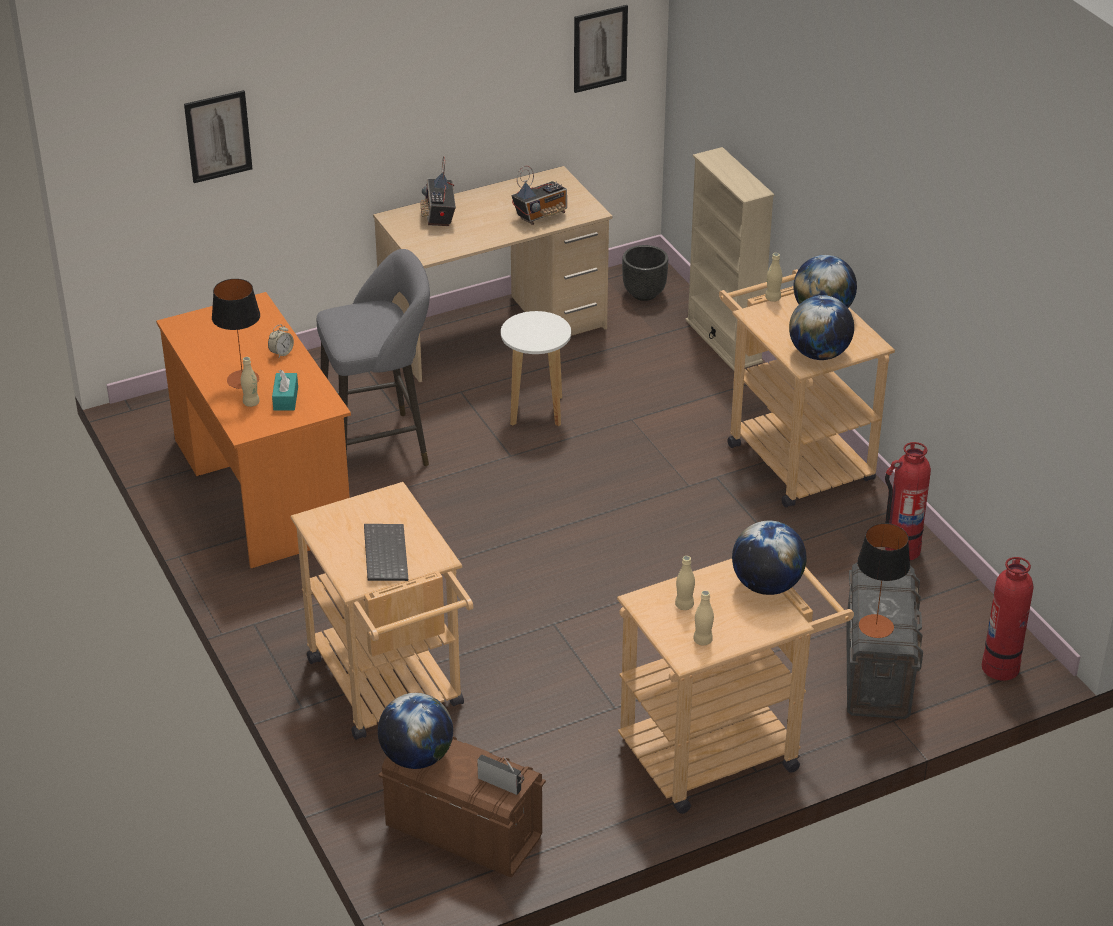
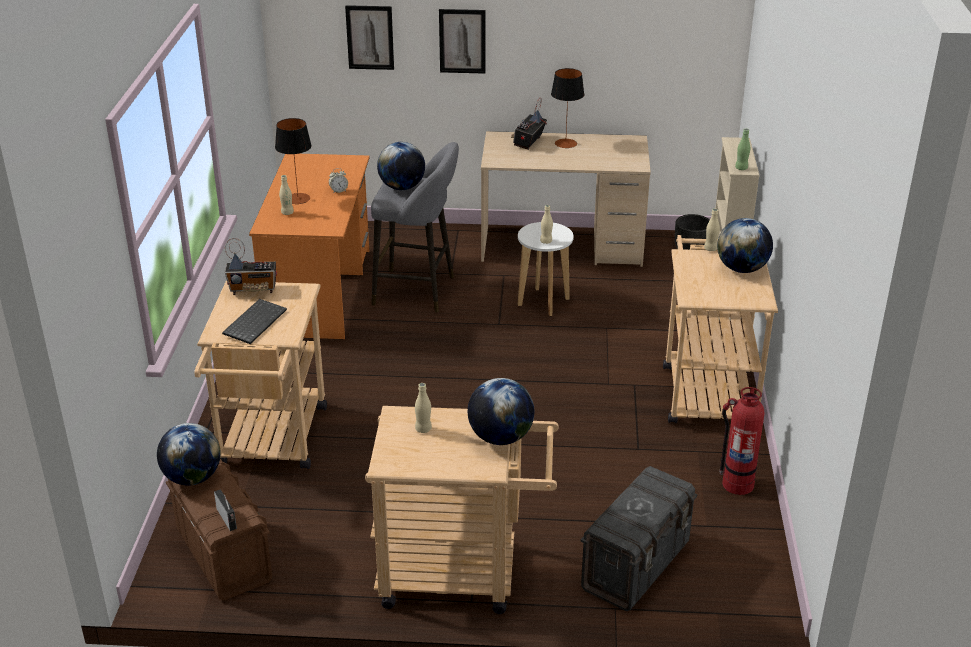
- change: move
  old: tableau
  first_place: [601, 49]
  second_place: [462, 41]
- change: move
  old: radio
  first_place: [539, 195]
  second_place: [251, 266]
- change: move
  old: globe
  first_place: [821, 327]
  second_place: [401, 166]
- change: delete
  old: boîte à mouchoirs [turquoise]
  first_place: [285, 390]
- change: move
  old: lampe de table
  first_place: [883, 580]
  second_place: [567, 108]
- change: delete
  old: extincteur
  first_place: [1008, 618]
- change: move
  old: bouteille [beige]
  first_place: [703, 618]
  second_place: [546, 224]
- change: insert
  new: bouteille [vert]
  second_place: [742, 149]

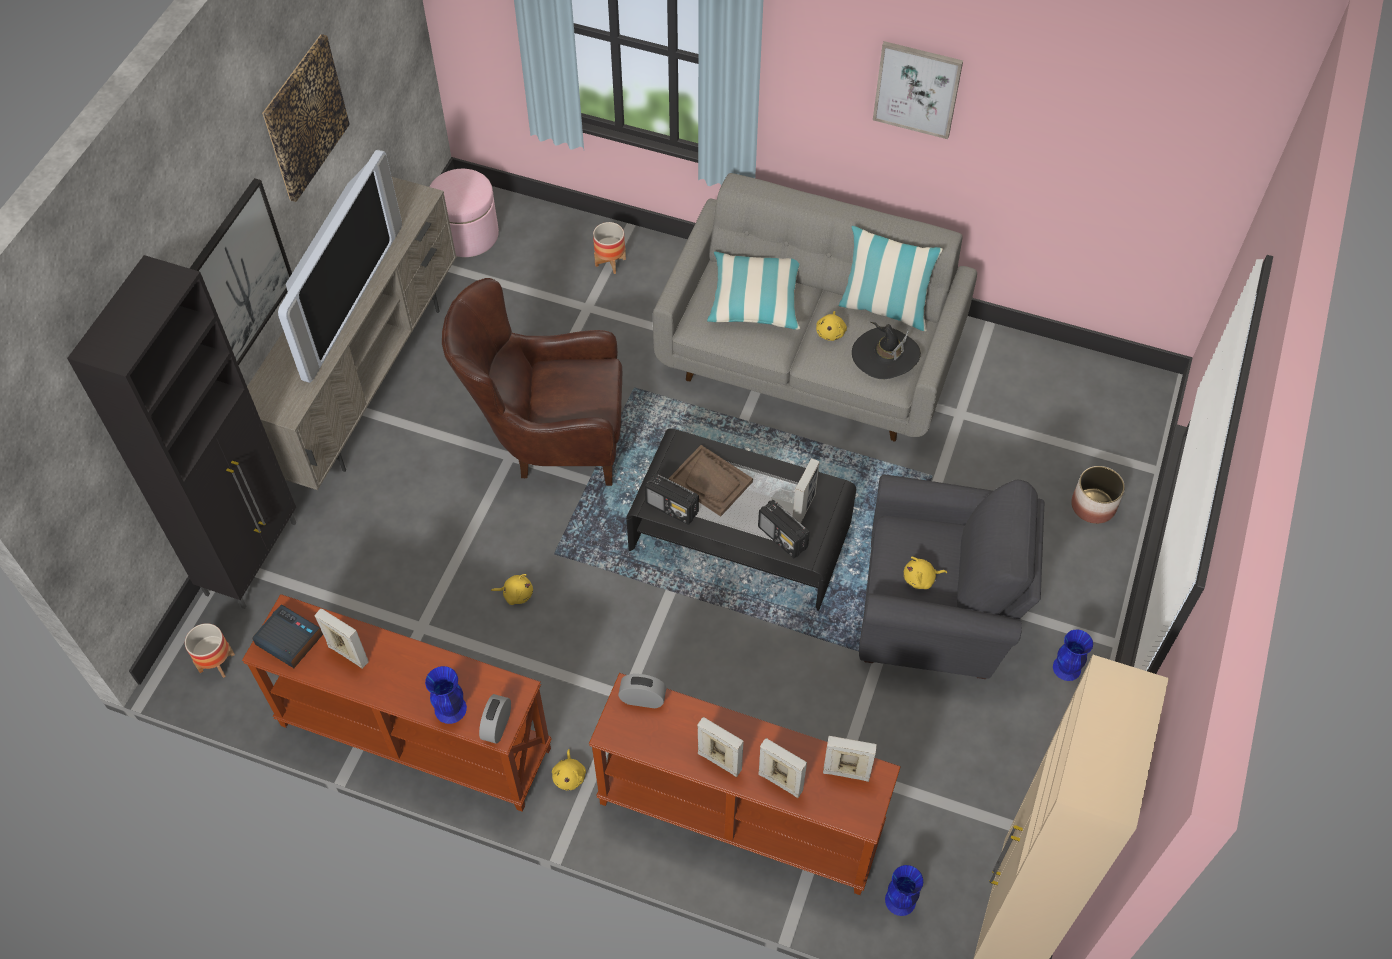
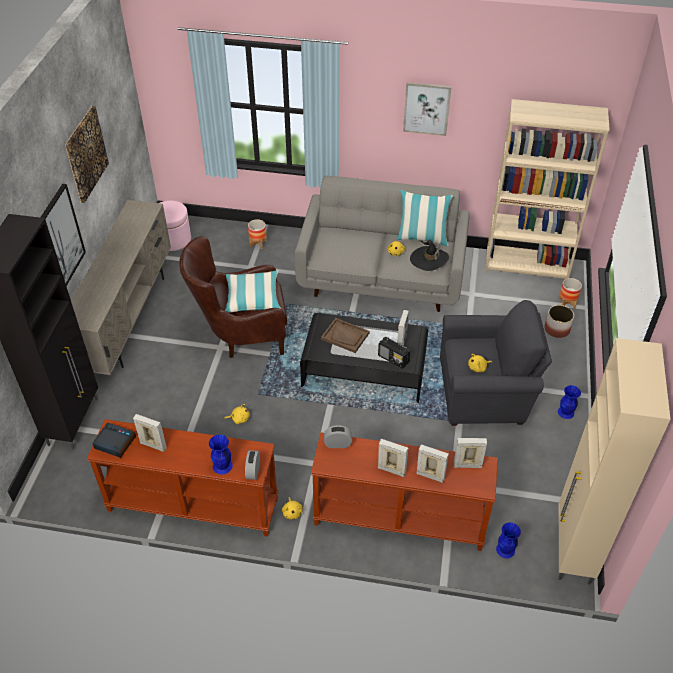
- change: delete
  old: téléviseur
  first_place: [340, 266]
- change: move
  old: coussin
  first_place: [753, 290]
  second_place: [253, 291]
- change: delete
  old: radio
  first_place: [672, 499]
- change: move
  old: cache-pot
  first_place: [210, 650]
  second_place: [570, 293]
- change: insert
  new: bibliothèque [beige]
  second_place: [547, 189]

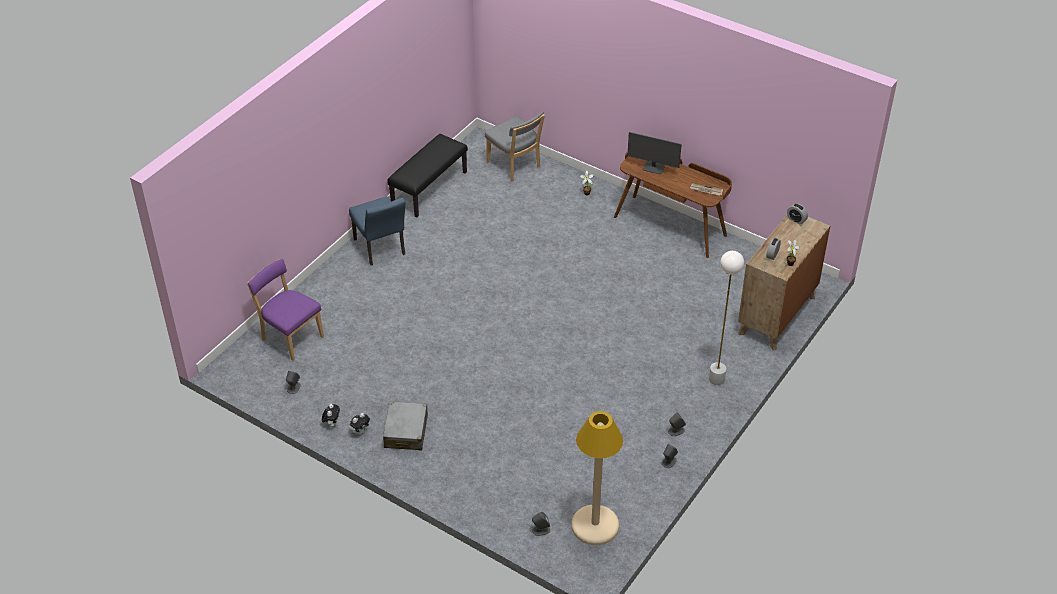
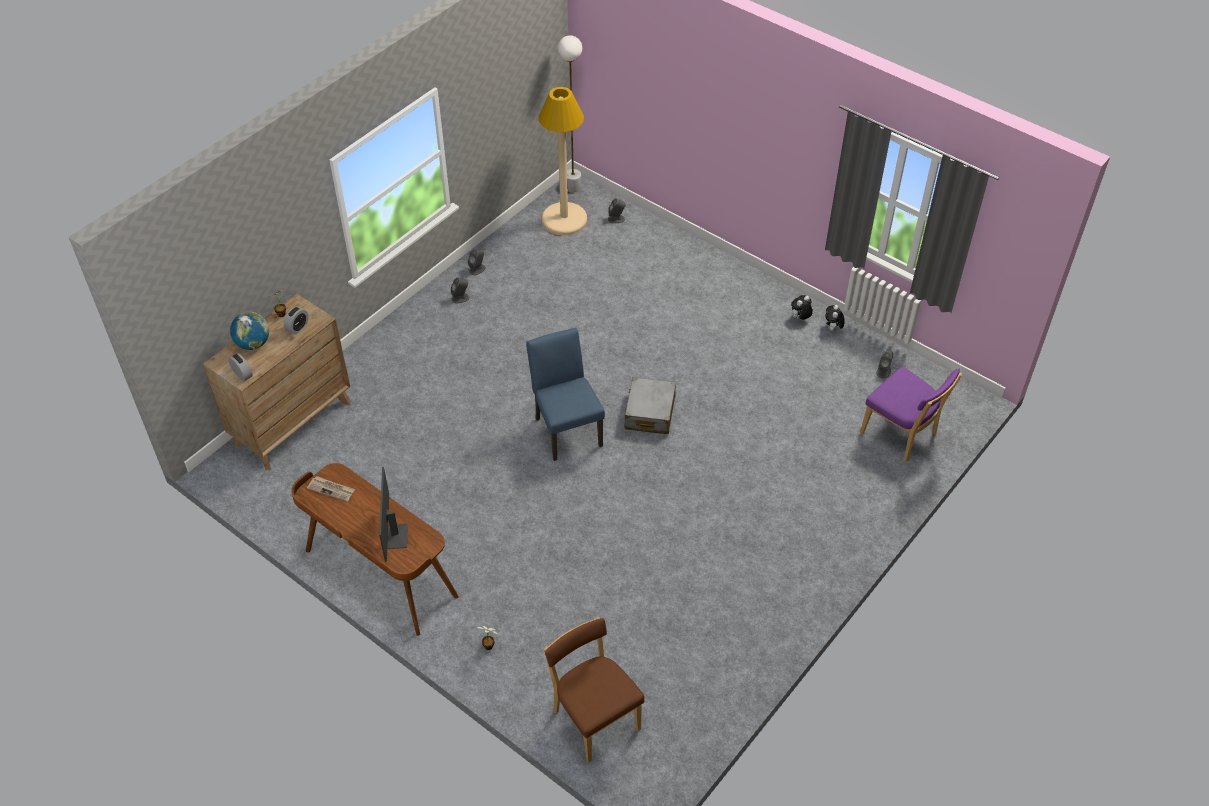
- change: recolor
  old: chaise [gris]
  new: chaise [marron]
  first_place: [515, 146]
  second_place: [594, 689]
- change: rotate
  old: écran d'ordinateur
  first_place: [654, 153]
  second_place: [393, 514]
  degrees: -120
- change: delete
  old: banc [noir]
  first_place: [427, 175]
- change: move
  old: chaise [bleu]
  first_place: [377, 230]
  second_place: [565, 394]
- change: move
  old: lampadaire [blanc]
  first_place: [726, 318]
  second_place: [570, 114]
- change: move
  old: valise [gris]
  first_place: [405, 426]
  second_place: [650, 405]
- change: insert
  new: globe
  second_place: [249, 331]

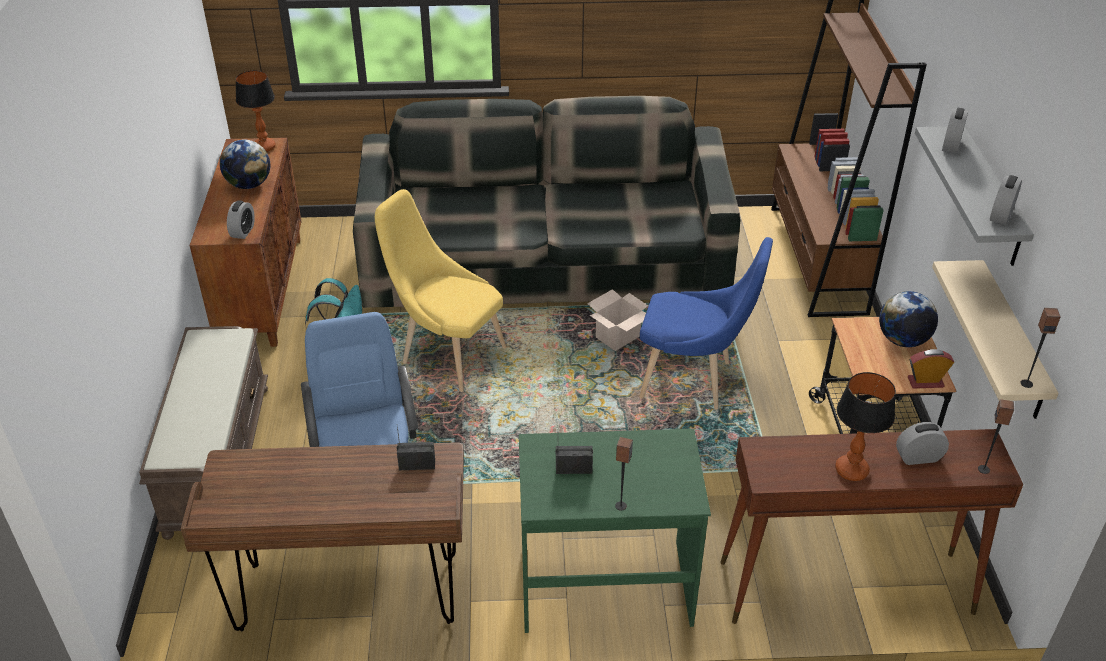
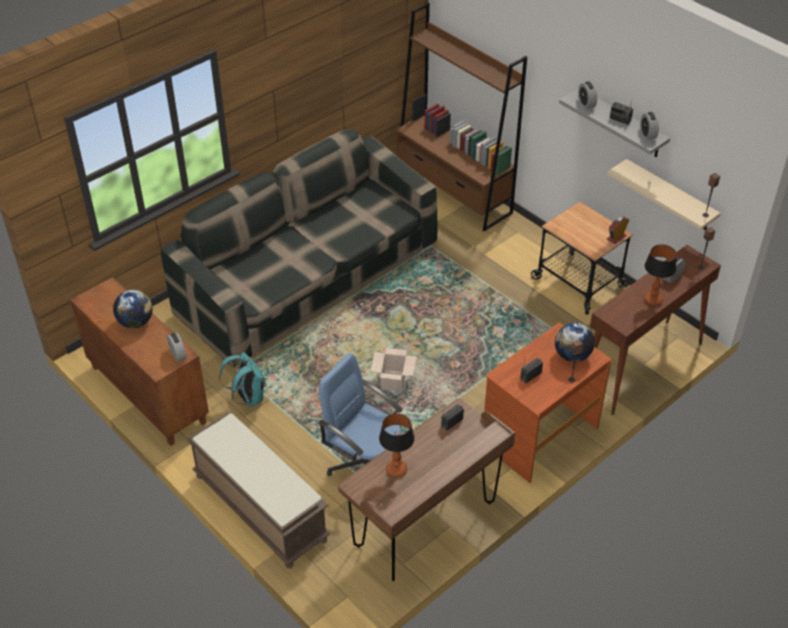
- change: move
  old: lampe de table
  first_place: [255, 111]
  second_place: [397, 445]
- change: delete
  old: chaise [jaune]
  first_place: [440, 290]
- change: delete
  old: chaise [bleu]
  first_place: [706, 323]
- change: move
  old: carton
  first_place: [617, 320]
  second_place: [393, 370]
- change: move
  old: globe
  first_place: [908, 319]
  second_place: [575, 342]
- change: recolor
  old: bureau [vert]
  new: bureau [marron]
  first_place: [615, 531]
  second_place: [548, 402]
- change: insert
  new: radio
  second_place: [621, 112]

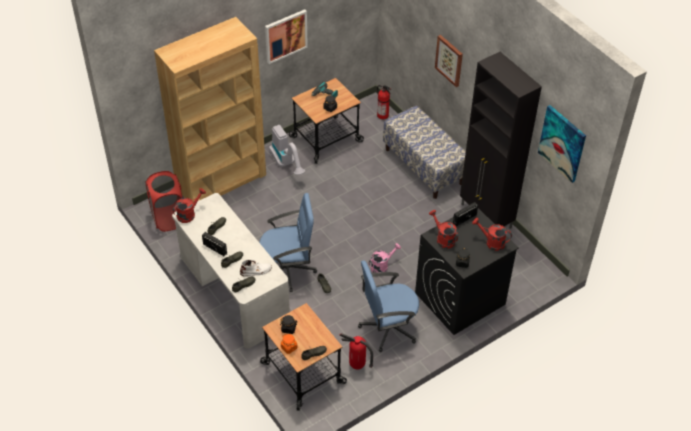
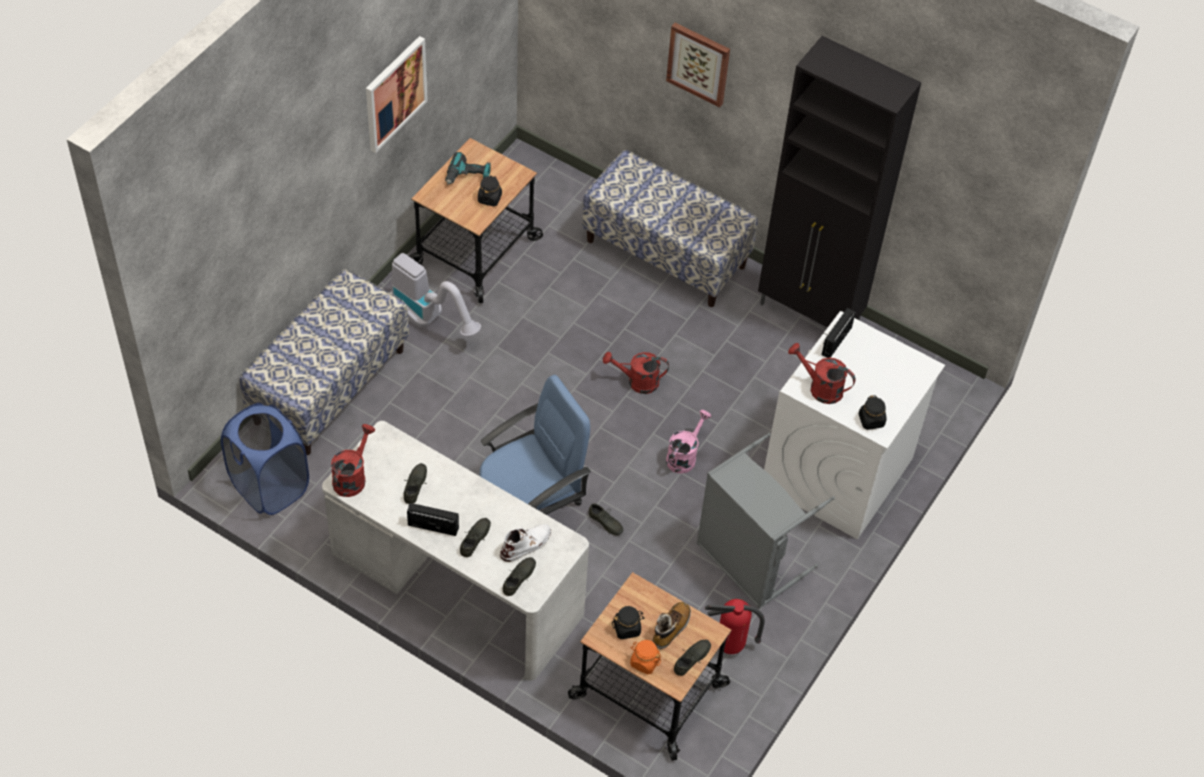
- change: replace
  old: bibliothèque [marron]
  new: banc
  first_place: [210, 109]
  second_place: [324, 362]
- change: delete
  old: extincteur
  first_place: [384, 102]
- change: delete
  old: tableau
  first_place: [562, 144]
- change: recolor
  old: panier à linge [rouge]
  new: panier à linge [bleu]
  first_place: [164, 201]
  second_place: [265, 459]
- change: recolor
  old: lave-linge [noir]
  new: lave-linge [blanc]
  first_place: [467, 271]
  second_place: [854, 425]
- change: move
  old: arrosoir [rouge]
  first_place: [492, 234]
  second_place: [636, 373]
- change: replace
  old: chaise de bureau [bleu]
  new: panier à linge [gris]
  first_place: [388, 306]
  second_place: [766, 521]
- change: insert
  new: botte
  second_place: [671, 625]

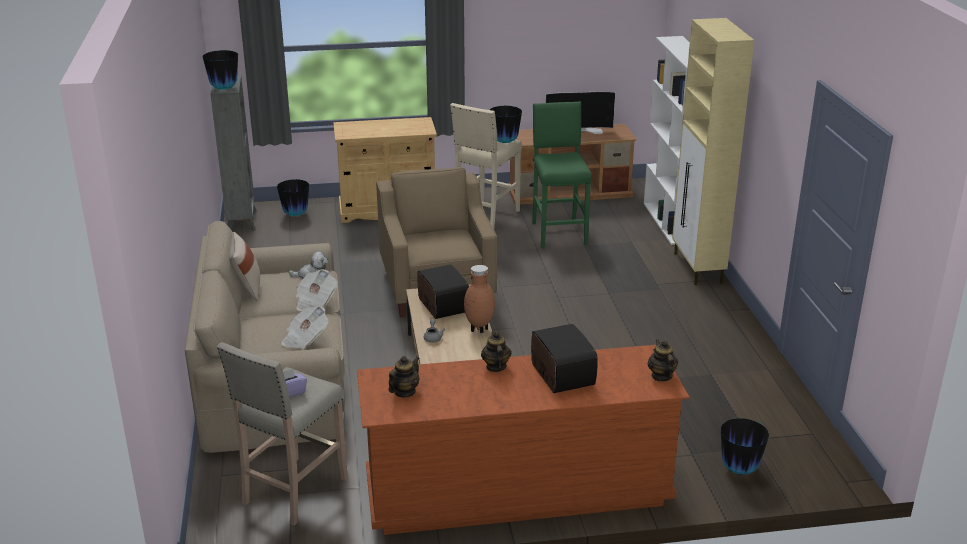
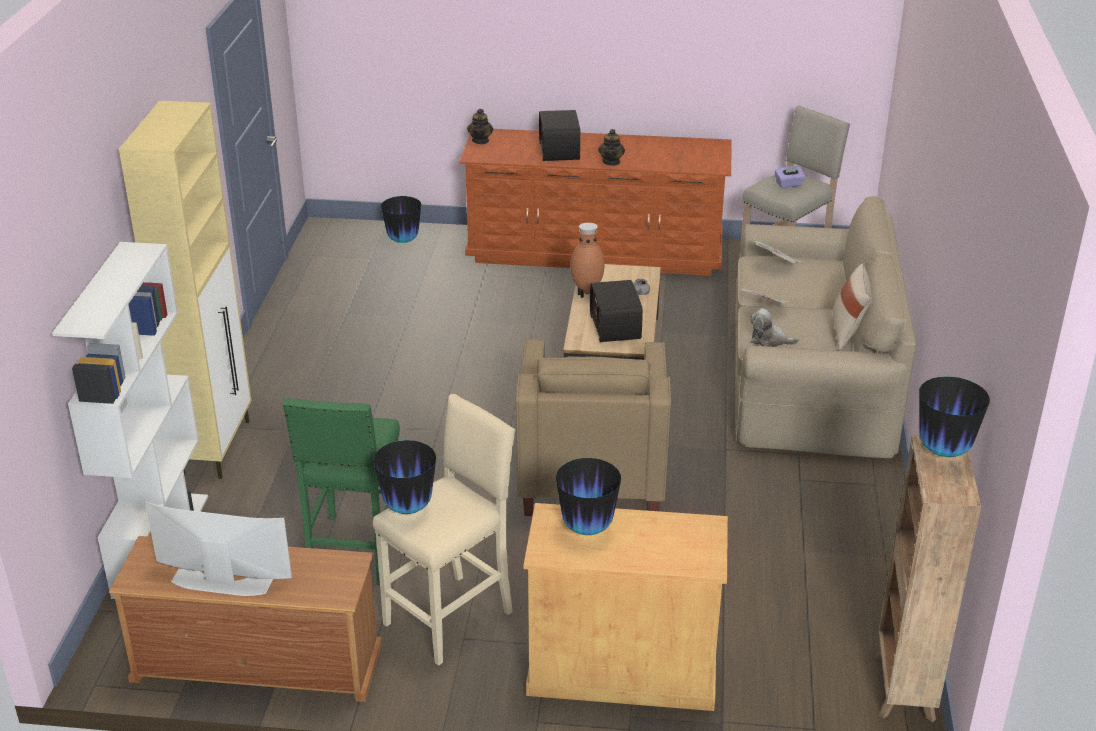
- change: recolor
  old: bibliothèque [gris]
  new: bibliothèque [marron]
  first_place: [234, 153]
  second_place: [927, 578]
- change: move
  old: vase
  first_place: [293, 197]
  second_place: [588, 496]
- change: delete
  old: théière
  first_place: [404, 377]

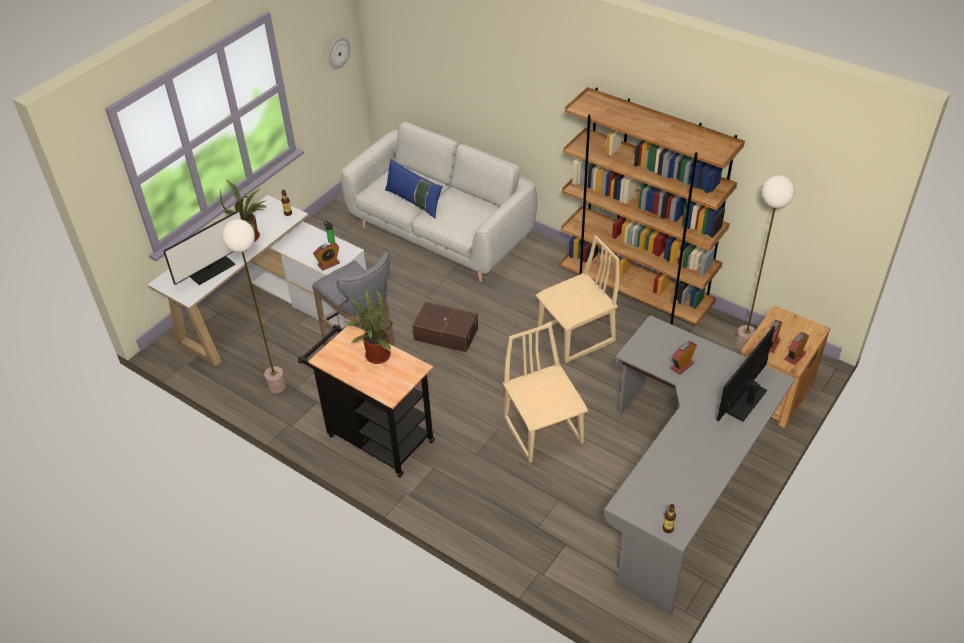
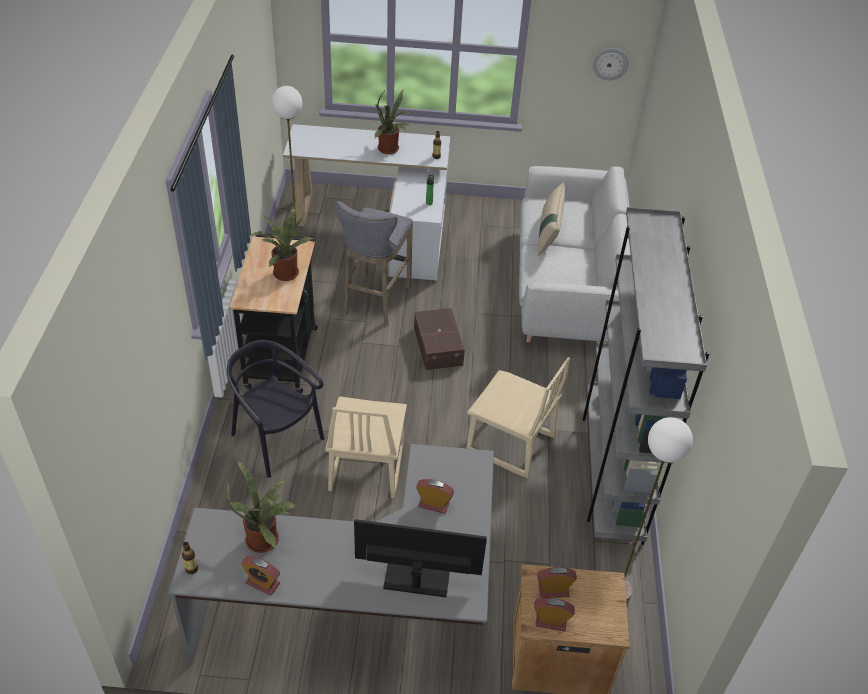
- change: recolor
  old: bibliothèque [marron]
  new: bibliothèque [gris]
  first_place: [652, 206]
  second_place: [646, 376]
- change: recolor
  old: coussin [bleu]
  new: coussin [beige]
  first_place: [414, 188]
  second_place: [551, 219]
- change: delete
  old: écran d'ordinateur
  first_place: [202, 247]
- change: move
  old: réveil
  first_place: [326, 257]
  second_place: [260, 576]
- change: rotate
  old: chaise [beige]
  first_place: [545, 393]
  second_place: [366, 447]
  degrees: 150
- change: insert
  new: chaise [noir]
  second_place: [275, 409]
- change: insert
  new: plante en pot
  second_place: [262, 506]

